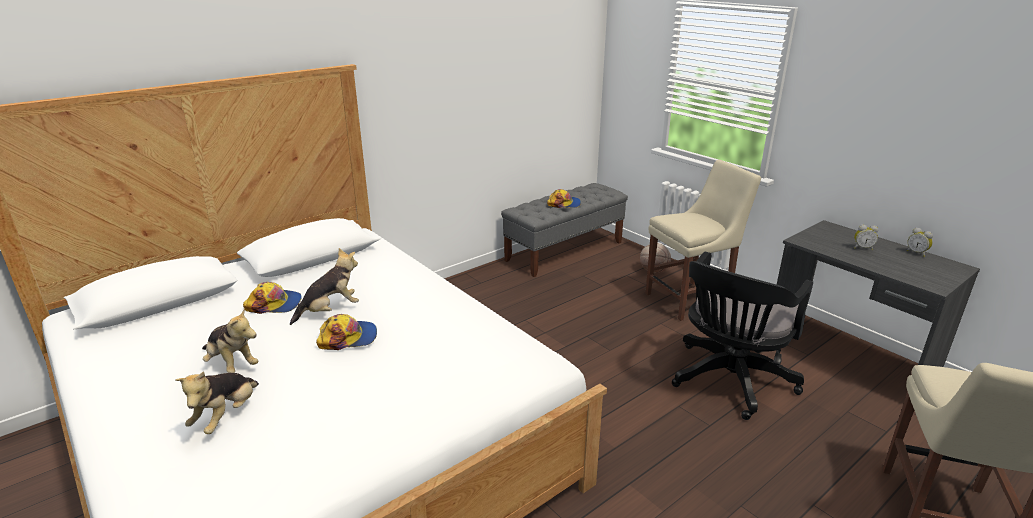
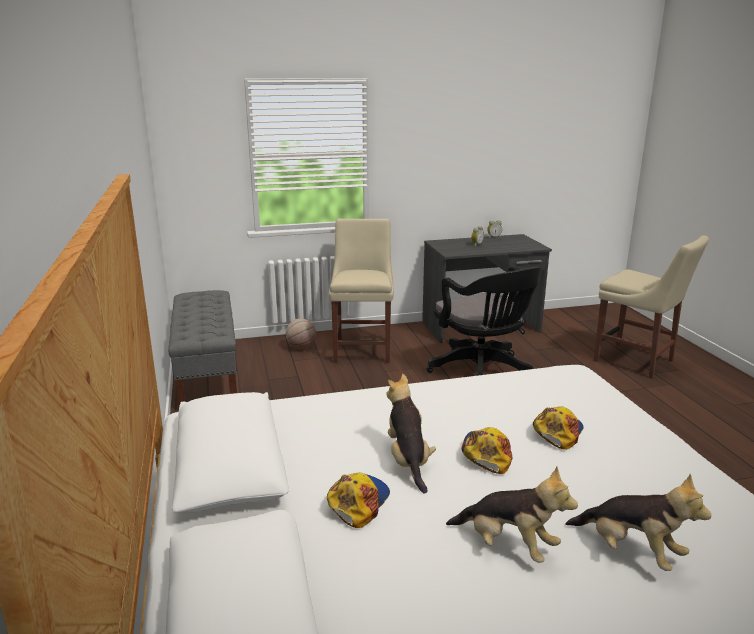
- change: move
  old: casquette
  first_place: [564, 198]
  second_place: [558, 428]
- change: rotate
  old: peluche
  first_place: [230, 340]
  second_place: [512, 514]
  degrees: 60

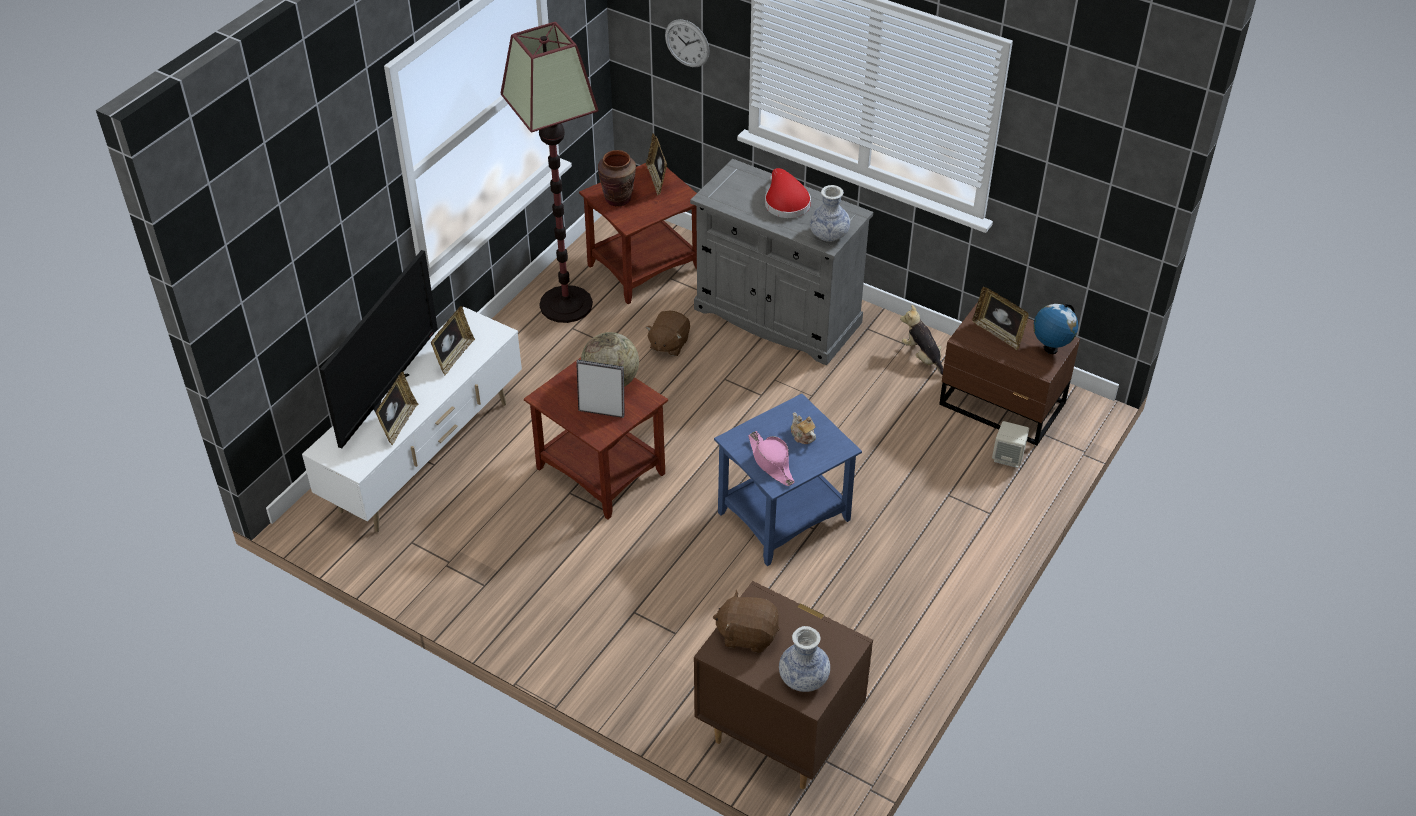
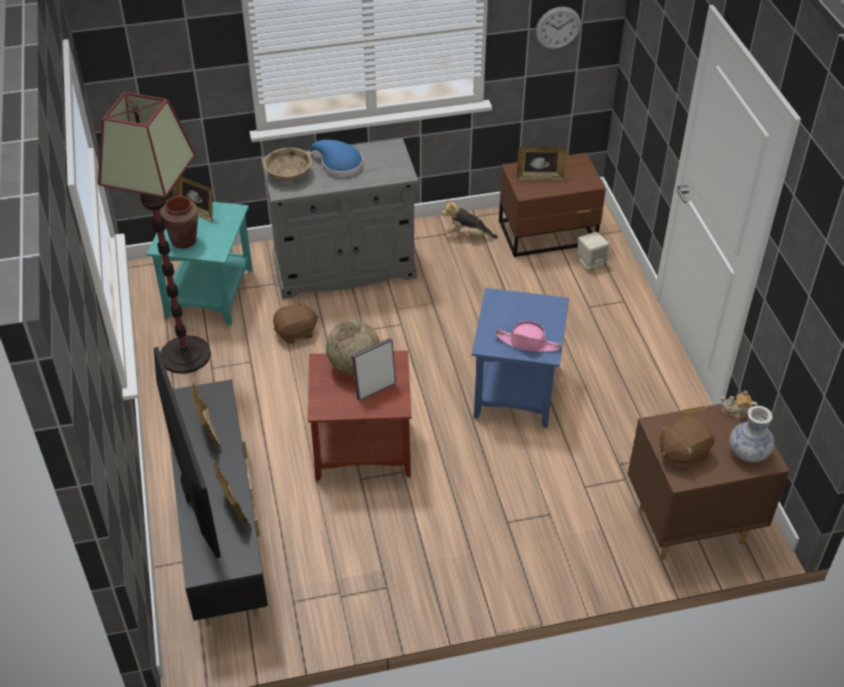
- change: move
  old: horloge murale
  first_place: [687, 43]
  second_place: [558, 28]
- change: recolor
  old: table d'appoint [marron]
  new: table d'appoint [turquoise]
  first_place: [638, 233]
  second_place: [200, 264]
- change: recolor
  old: chapeau [rouge]
  new: chapeau [bleu]
  first_place: [788, 193]
  second_place: [335, 158]
- change: delete
  old: vase
  first_place: [830, 213]
- change: delete
  old: globe
  first_place: [1055, 328]
- change: recolor
  old: meuble télé [blanc]
  new: meuble télé [noir]
  first_place: [412, 419]
  second_place: [219, 502]
- change: rotate
  old: peluche [marron]
  first_place: [668, 333]
  second_place: [295, 322]
  degrees: -90
- change: move
  old: théière
  first_place: [803, 428]
  second_place: [739, 404]
- change: insert
  new: bol [beige]
  second_place: [288, 164]

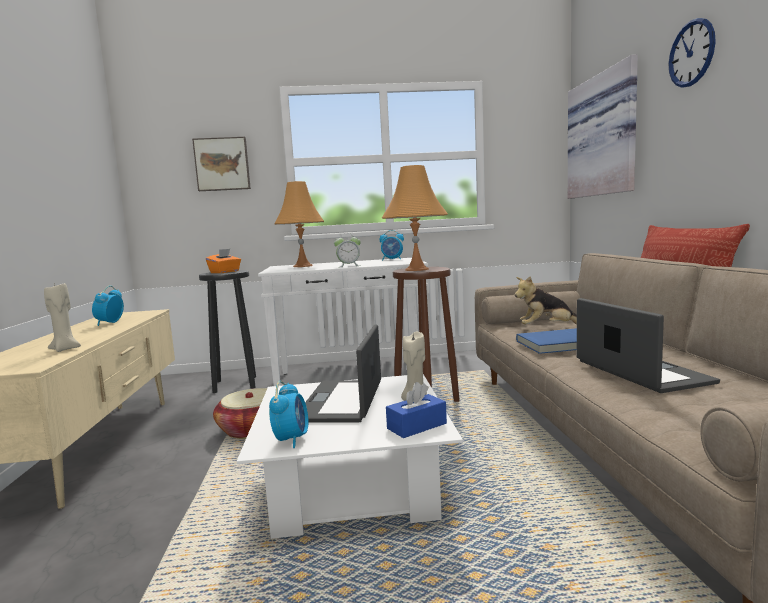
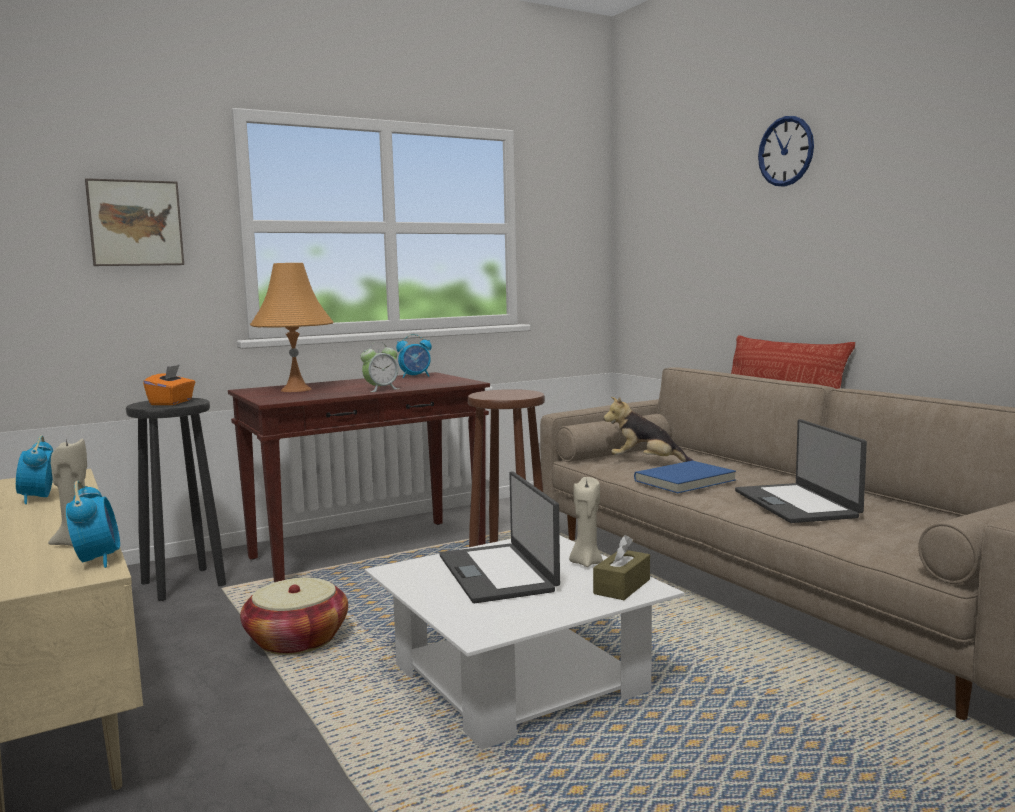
- change: delete
  old: tableau
  first_place: [603, 126]
- change: delete
  old: lampe de table [orange]
  first_place: [415, 218]
- change: recolor
  old: table console [blanc]
  new: table console [marron]
  first_place: [343, 322]
  second_place: [359, 477]
- change: rotate
  old: peluche
  first_place: [546, 300]
  second_place: [648, 429]
  degrees: 45
- change: rotate
  old: ordinateur portable
  first_place: [648, 345]
  second_place: [801, 471]
  degrees: -150
- change: move
  old: réveil
  first_place: [288, 414]
  second_place: [93, 524]
- change: recolor
  old: boîte à mouchoirs [bleu]
  new: boîte à mouchoirs [marron]
  first_place: [416, 410]
  second_place: [621, 567]

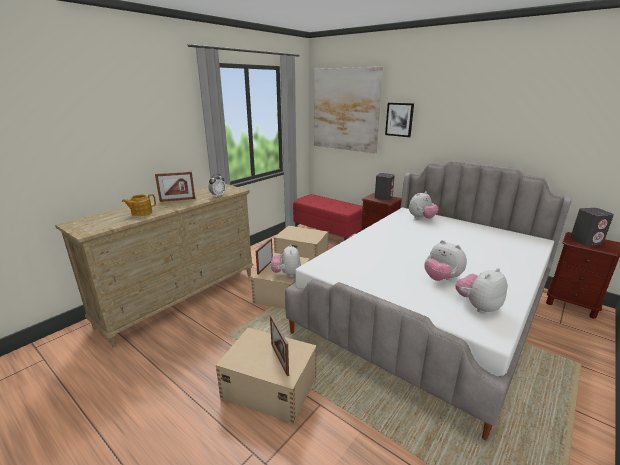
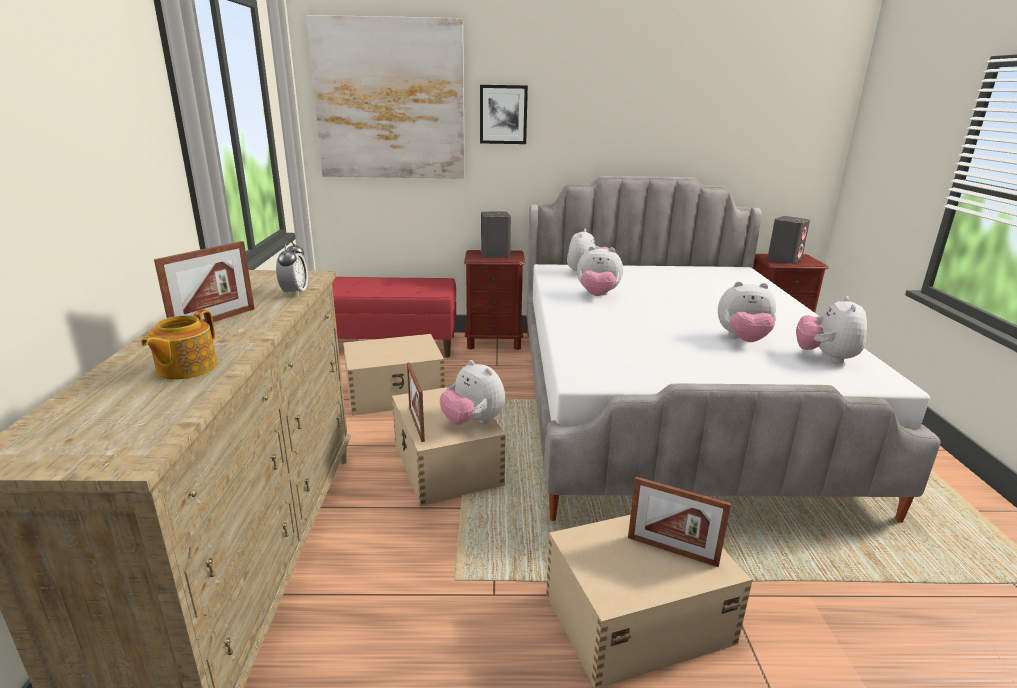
- change: insert
  new: peluche
  second_place: [600, 271]

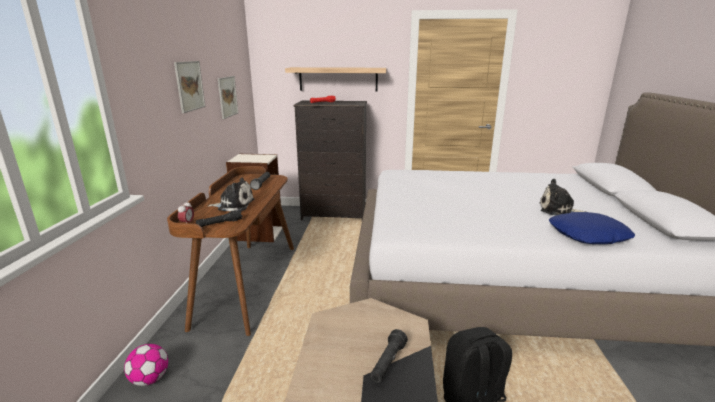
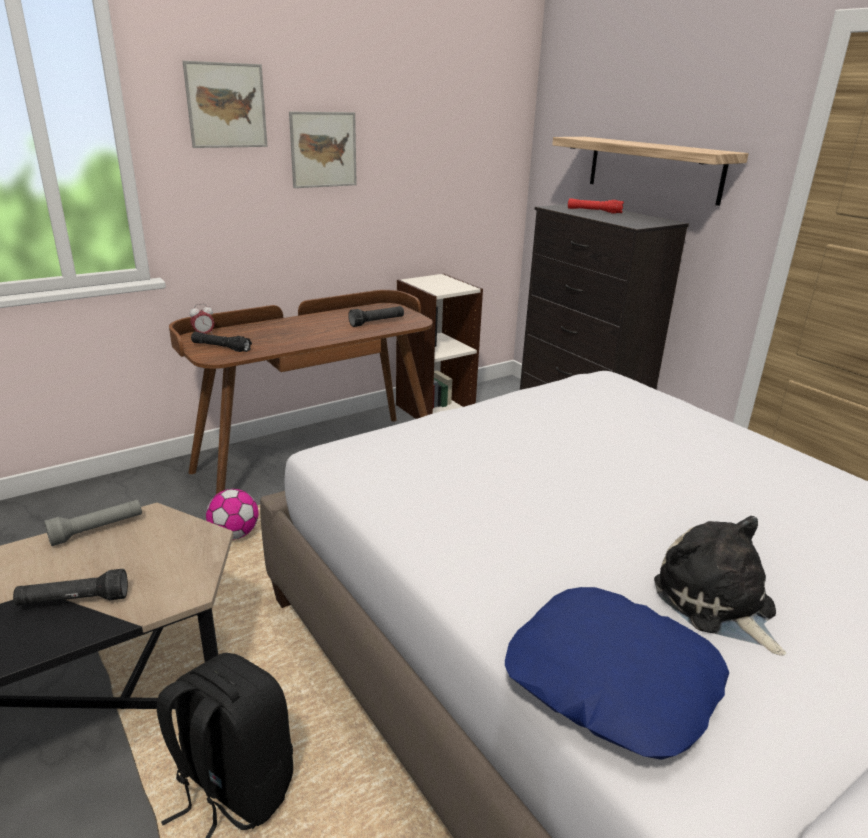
- change: move
  old: tableau
  first_place: [228, 97]
  second_place: [225, 104]
- change: delete
  old: peluche
  first_place: [231, 194]
- change: move
  old: ballon de foot
  first_place: [146, 365]
  second_place: [232, 514]
- change: insert
  new: lampe de poche [gris]
  second_place: [93, 523]

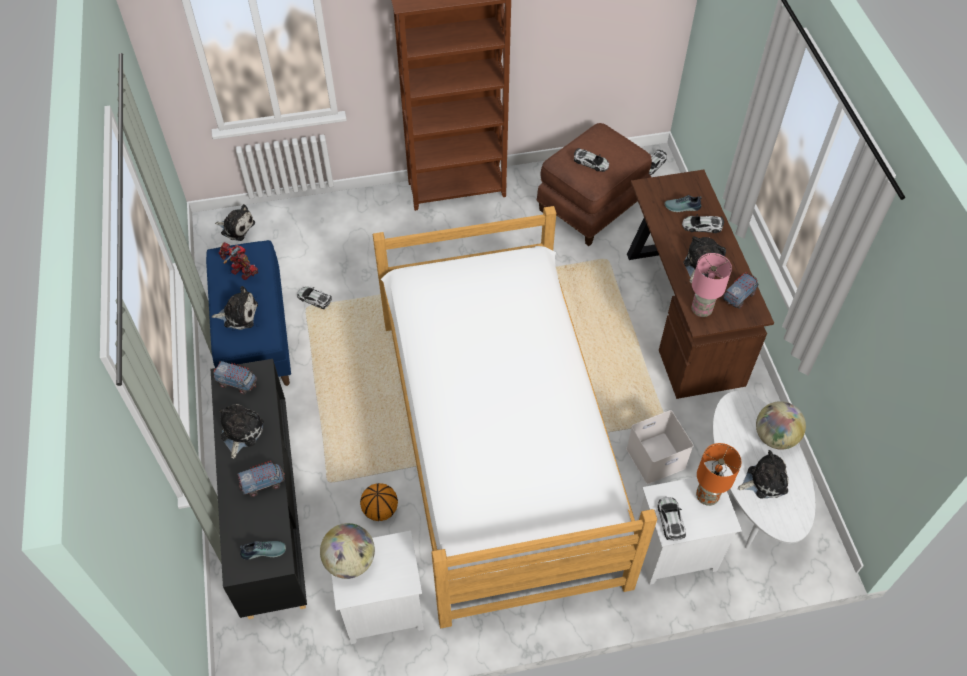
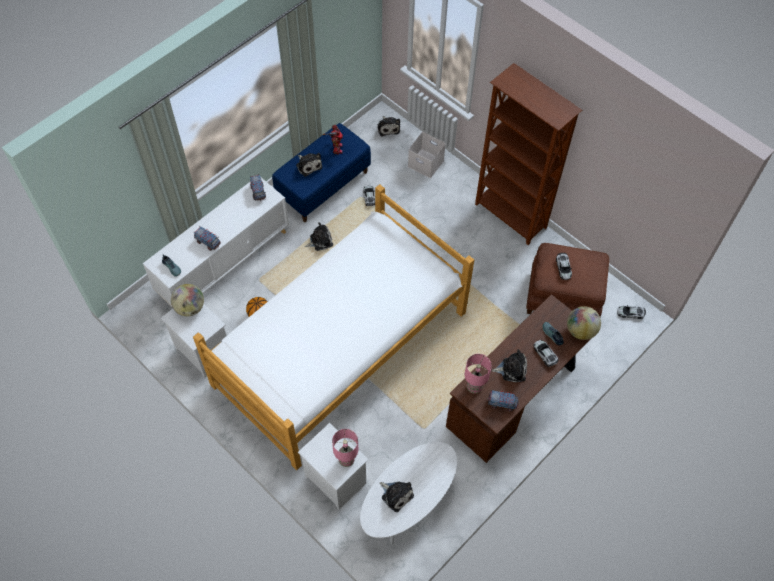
- change: recolor
  old: meuble de rangement [noir]
  new: meuble de rangement [blanc]
  first_place: [258, 489]
  second_place: [216, 243]
- change: move
  old: globe
  first_place: [781, 425]
  second_place: [584, 323]
- change: move
  old: peluche
  first_place: [241, 431]
  second_place: [319, 236]
- change: move
  old: boîte de rangement [blanc]
  first_place: [660, 447]
  second_place: [427, 155]
- change: recolor
  old: lampe de table [orange]
  new: lampe de table [rose]
  first_place: [718, 474]
  second_place: [345, 448]
- change: delete
  old: petite voiture
  first_place: [672, 518]

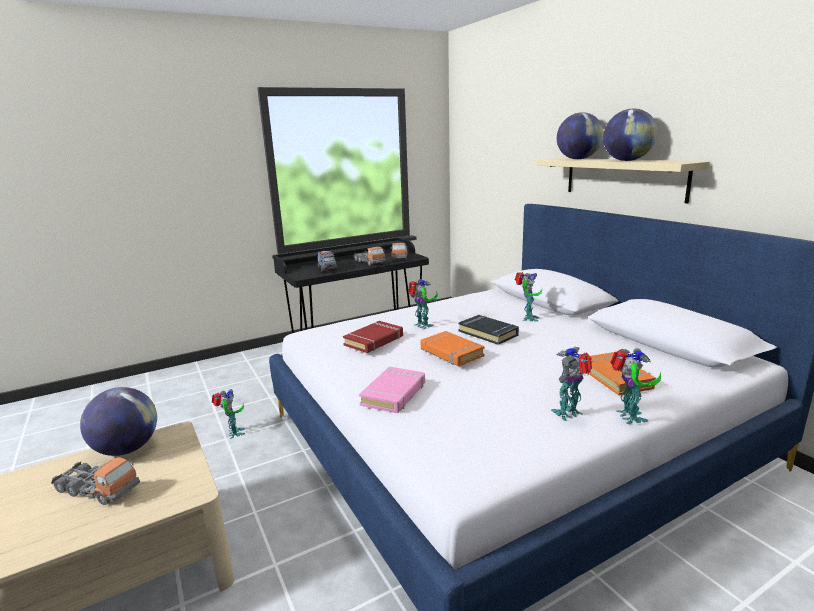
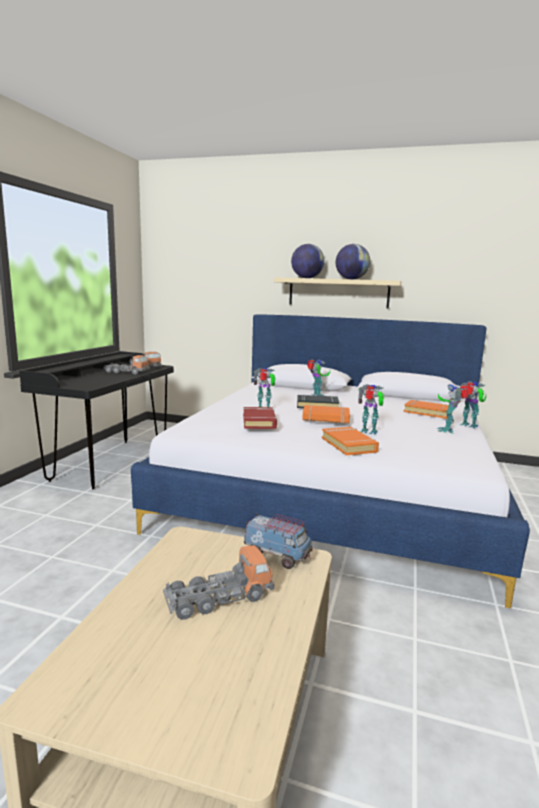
- change: move
  old: camion jouet
  first_place: [327, 261]
  second_place: [278, 541]
- change: recolor
  old: livre [rose]
  new: livre [orange]
  first_place: [392, 389]
  second_place: [350, 441]
- change: delete
  old: globe
  first_place: [118, 421]
- change: move
  old: robot jouet
  first_place: [229, 414]
  second_place: [371, 409]

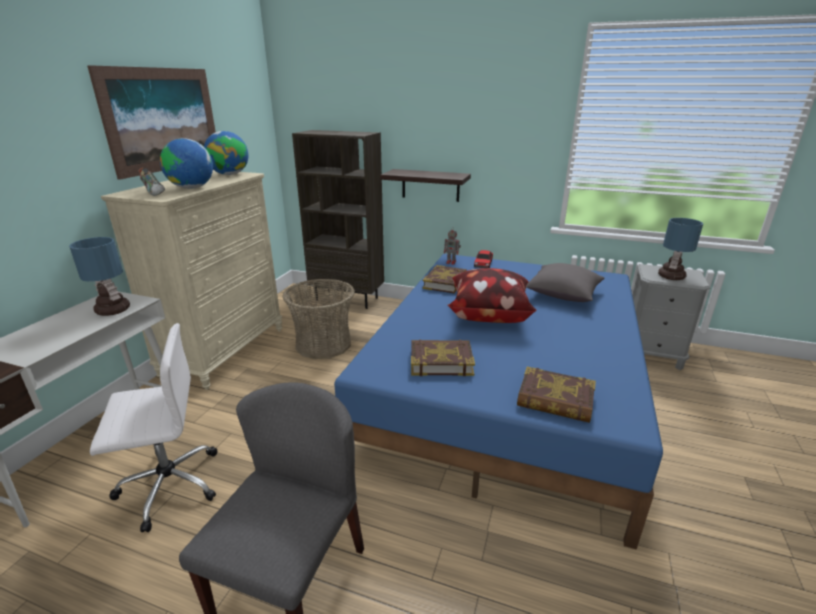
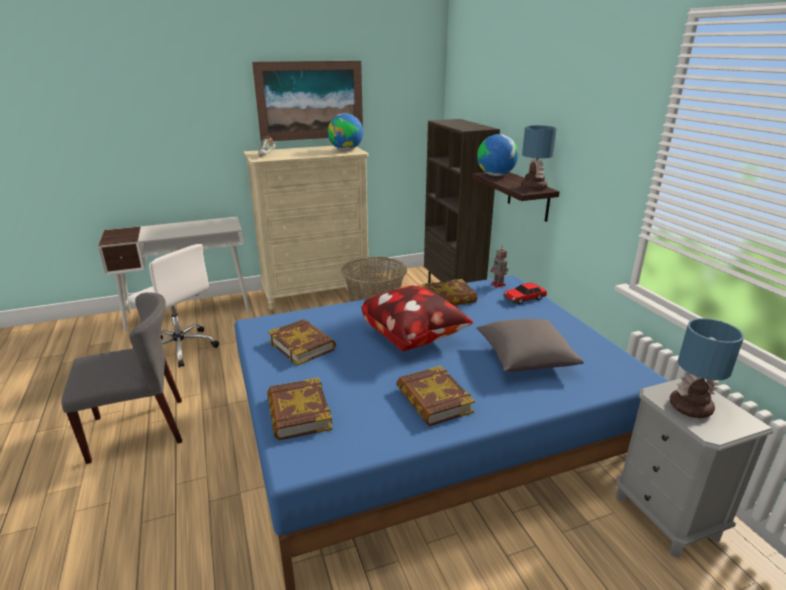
- change: move
  old: globe
  first_place: [186, 163]
  second_place: [497, 155]
- change: move
  old: lampe de table
  first_place: [99, 276]
  second_place: [539, 157]
- change: insert
  new: livre
  second_place: [435, 396]

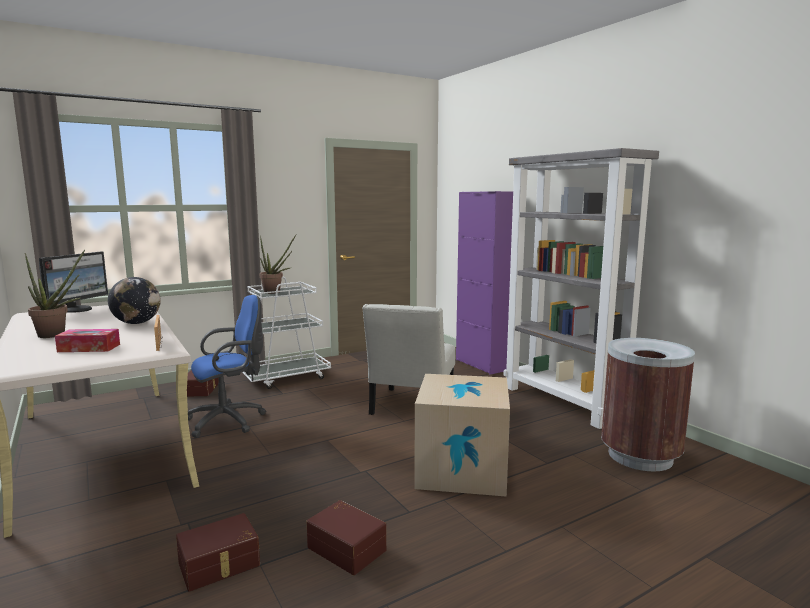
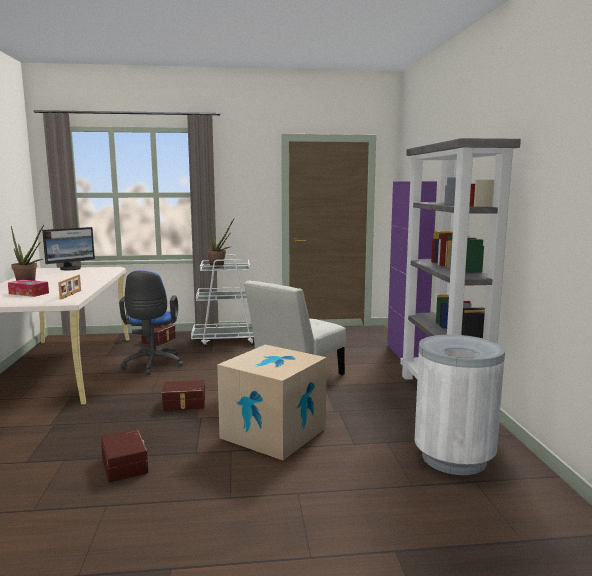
- change: delete
  old: globe
  first_place: [134, 300]
- change: rotate
  old: chaise de bureau [bleu]
  first_place: [227, 366]
  second_place: [151, 322]
  degrees: 90
- change: recolor
  old: poubelle [marron]
  new: poubelle [blanc]
  first_place: [648, 404]
  second_place: [459, 405]
- change: move
  old: boîte de rangement [marron]
  first_place: [218, 552]
  second_place: [183, 395]

